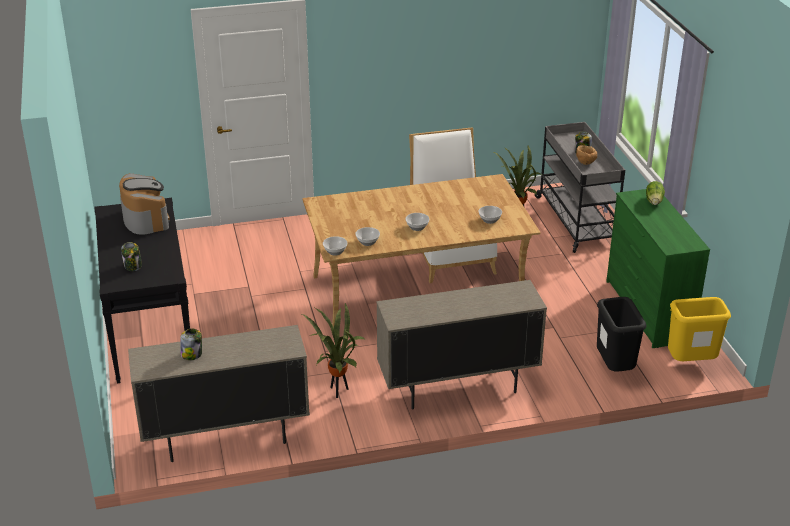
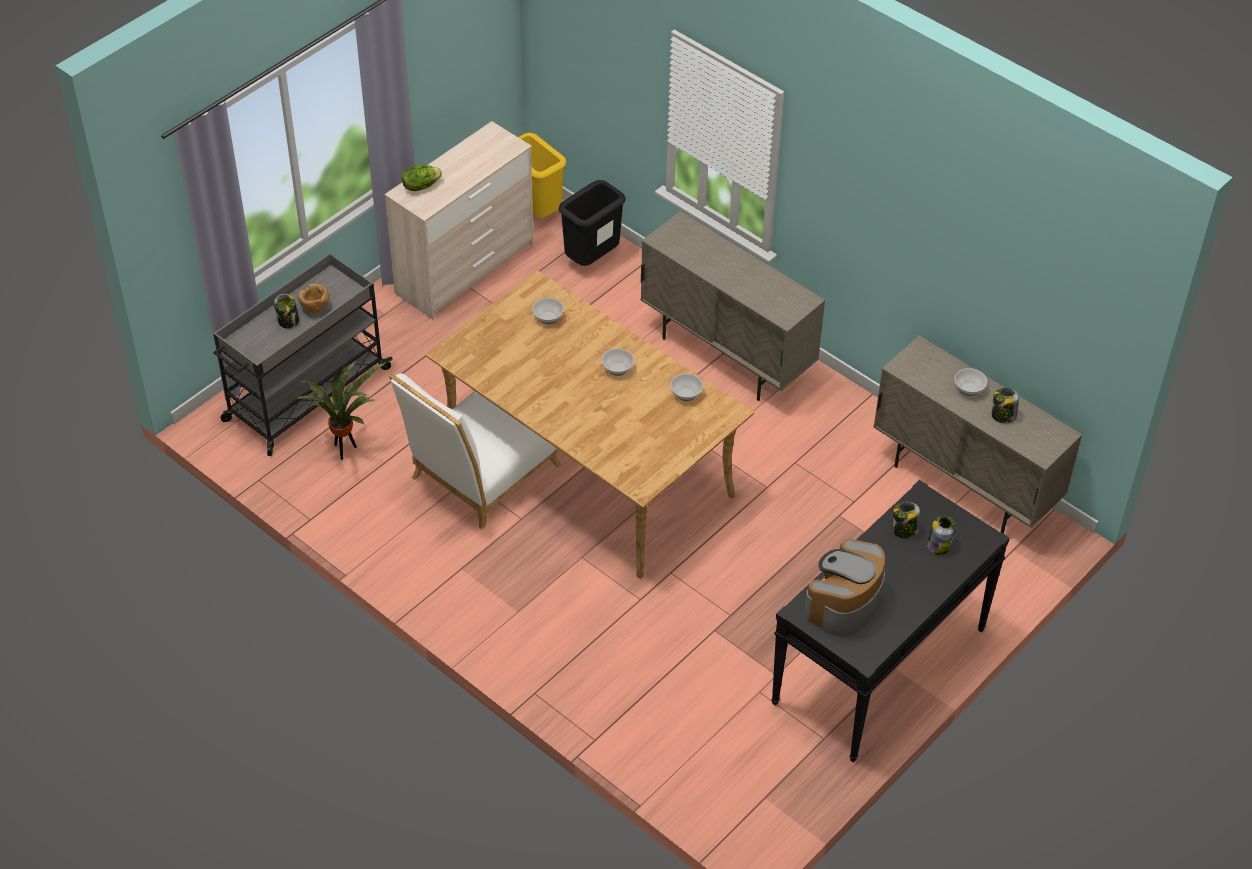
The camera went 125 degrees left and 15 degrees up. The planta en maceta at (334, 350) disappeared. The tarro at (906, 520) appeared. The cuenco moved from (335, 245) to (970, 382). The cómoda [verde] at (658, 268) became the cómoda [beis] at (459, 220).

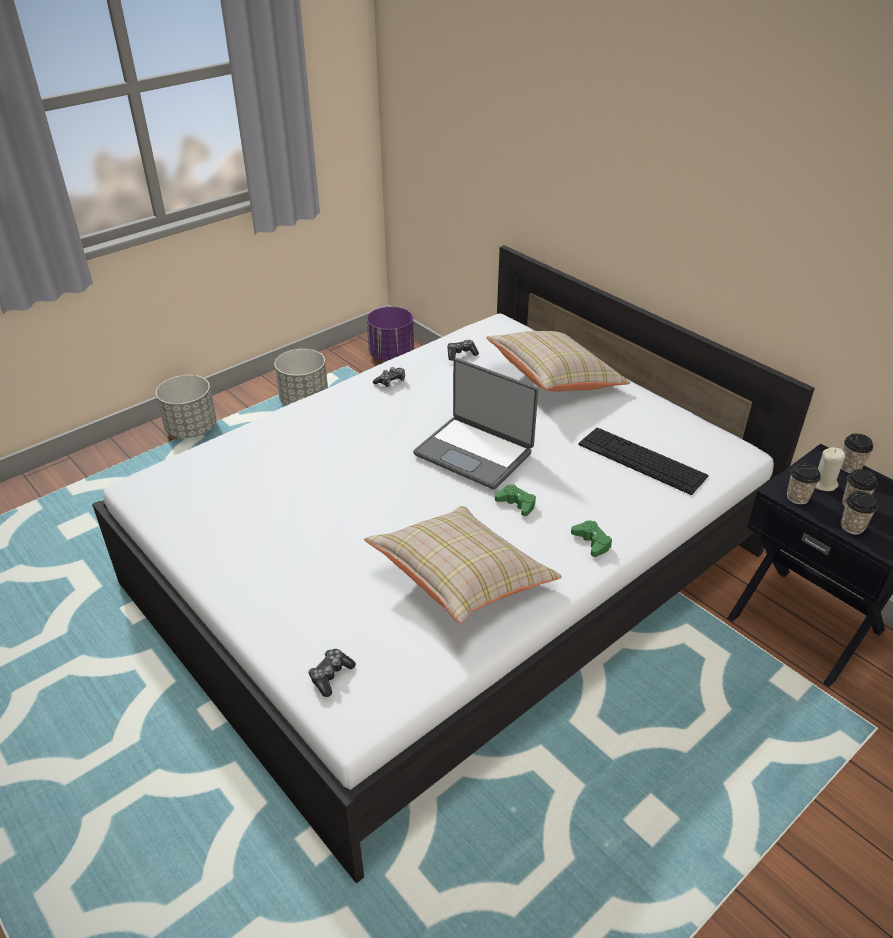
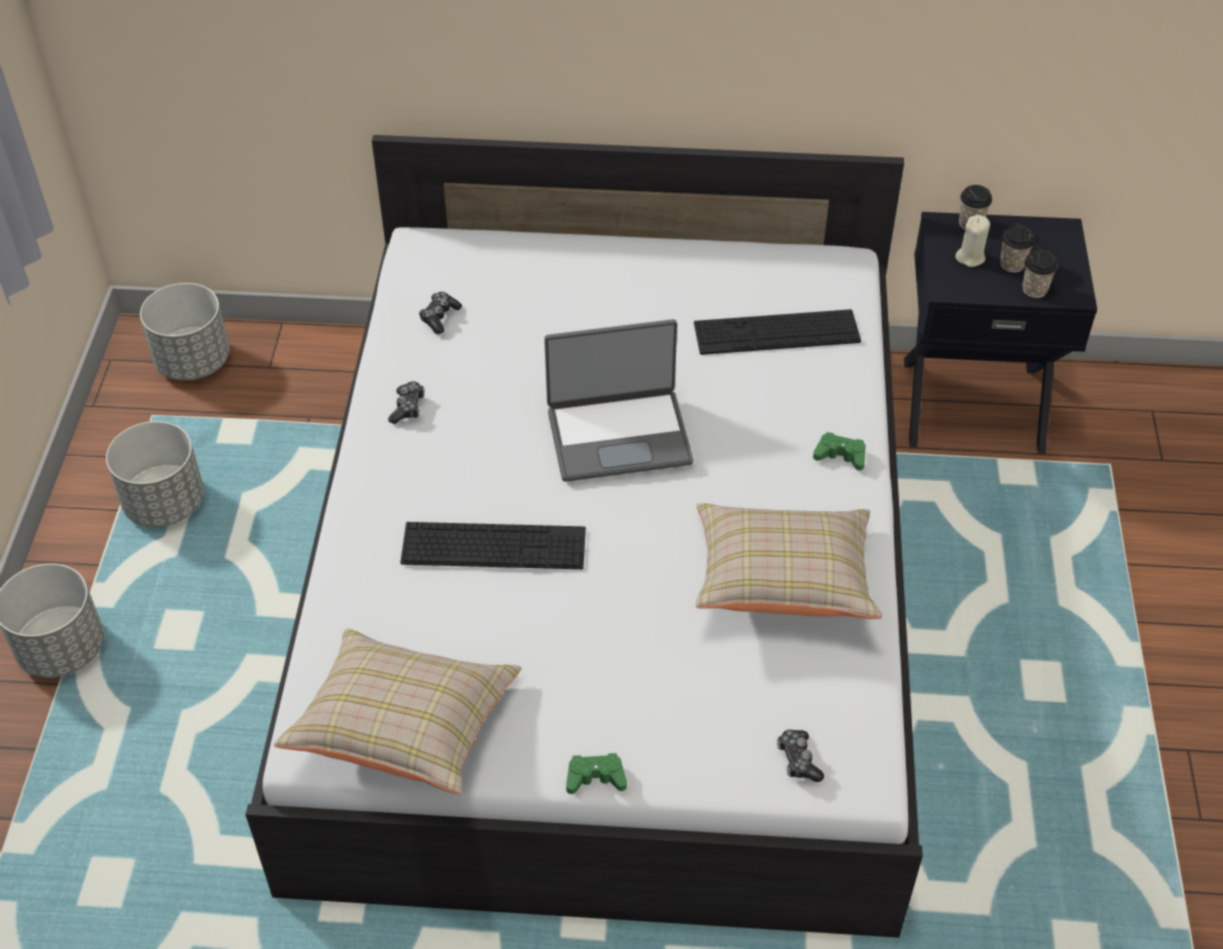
The camera went 45 degrees left and 10 degrees up. The taza at (804, 483) disappeared. The teclado at (493, 545) appeared. The cojín [beis] moved from (558, 361) to (398, 711). The mando de consola [verde] moved from (515, 500) to (596, 773). The maceta [morado] at (390, 334) became the maceta [gris] at (185, 331).

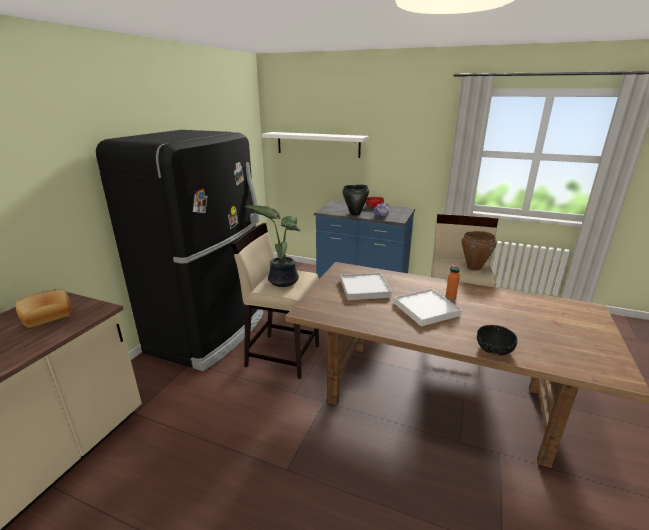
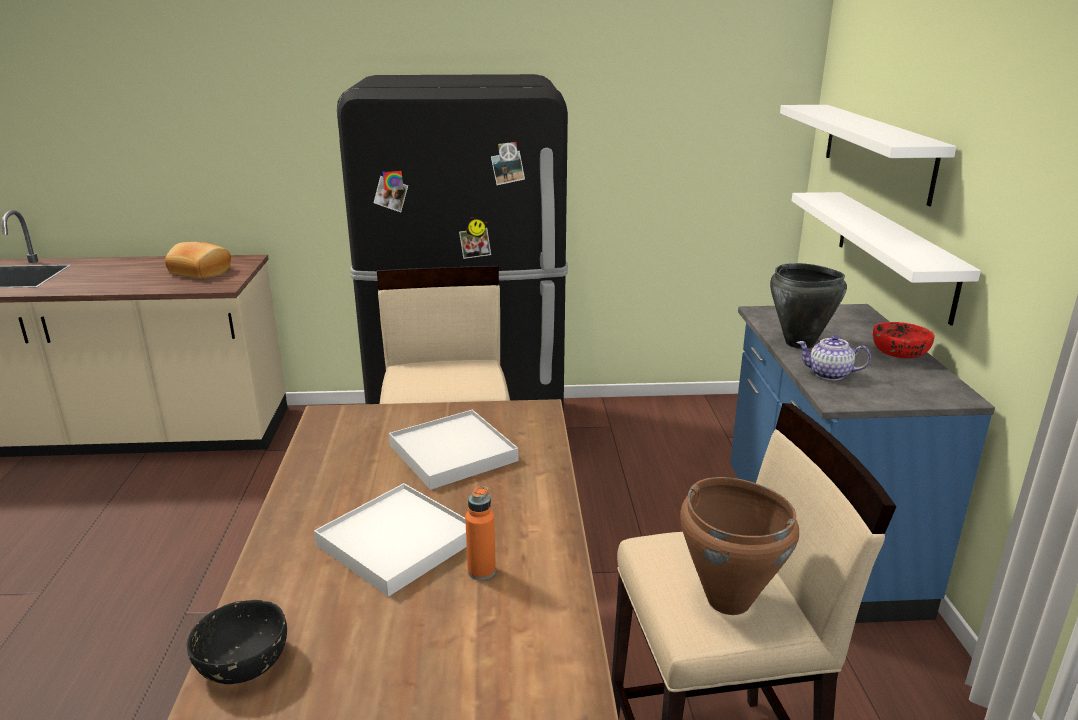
The camera went 65 degrees right and 0 degrees up. The planta en maceta at (273, 246) disappeared. The estante [blanco] at (886, 259) appeared.

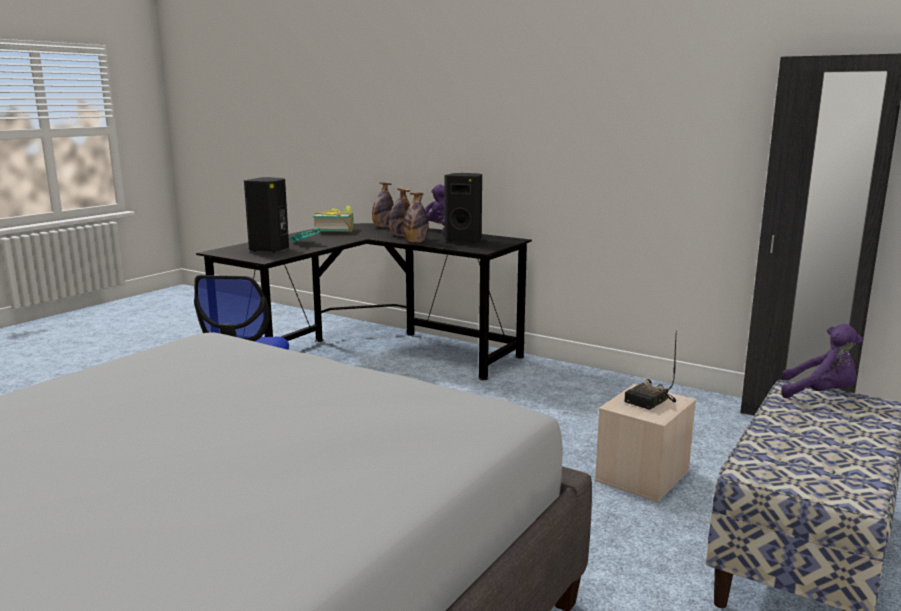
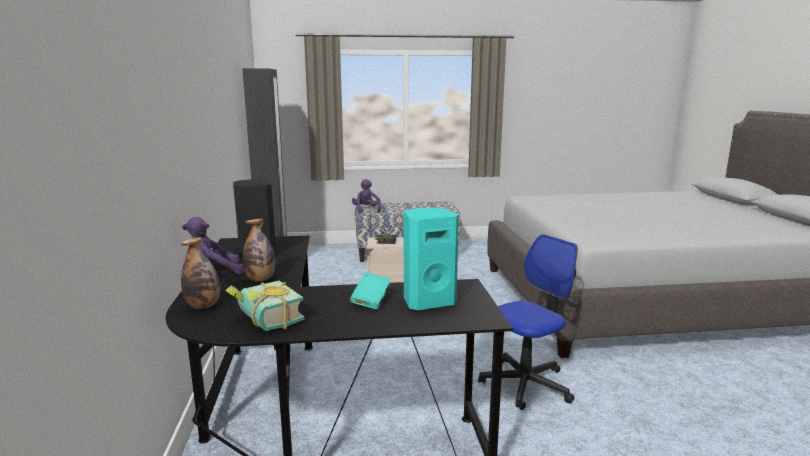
The camera went 130 degrees left and 0 degrees up. The botella at (416, 218) disappeared. The altavoz [negro] at (266, 214) became the altavoz [turquesa] at (431, 258).

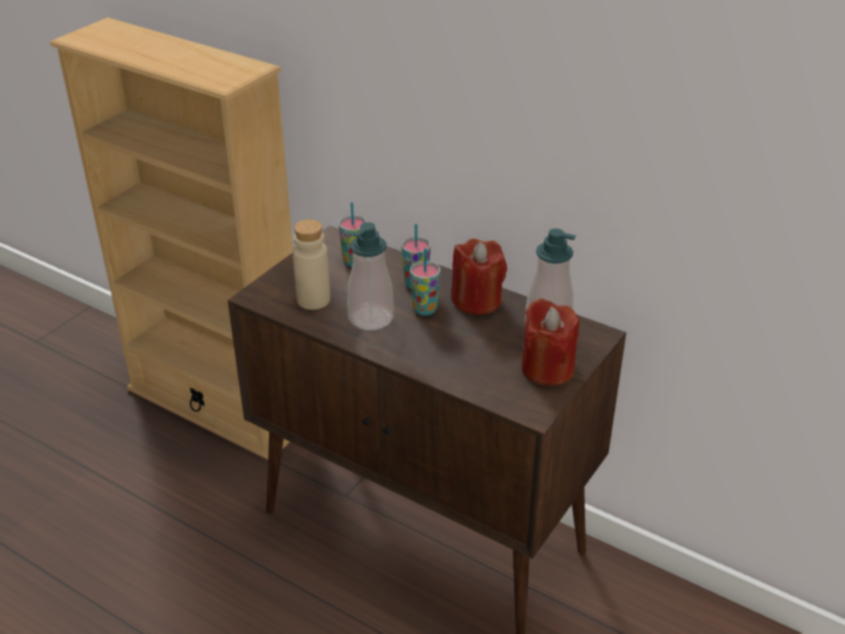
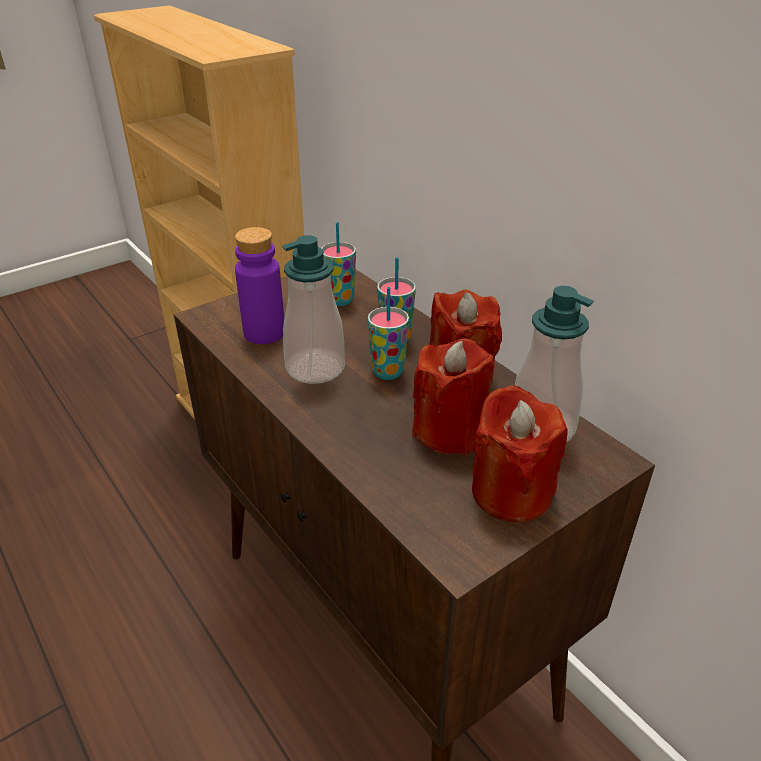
The camera went 20 degrees right and 0 degrees up. The vela [rojo] at (453, 396) appeared. The botella [beis] at (311, 264) became the botella [morado] at (259, 285).

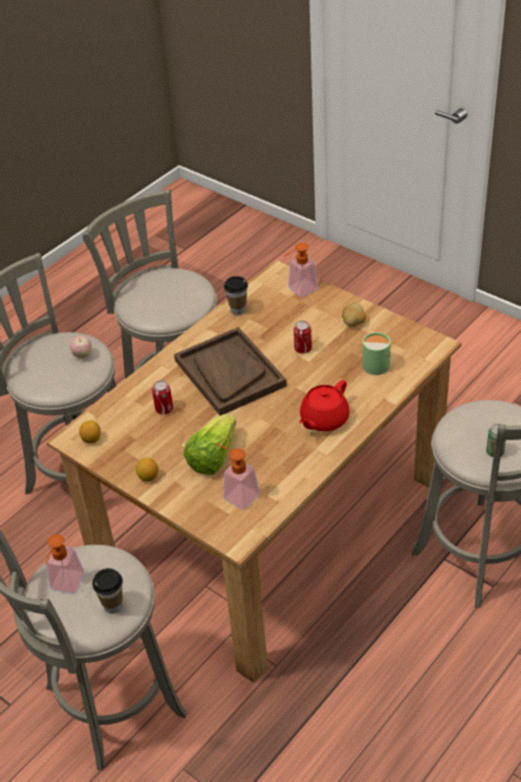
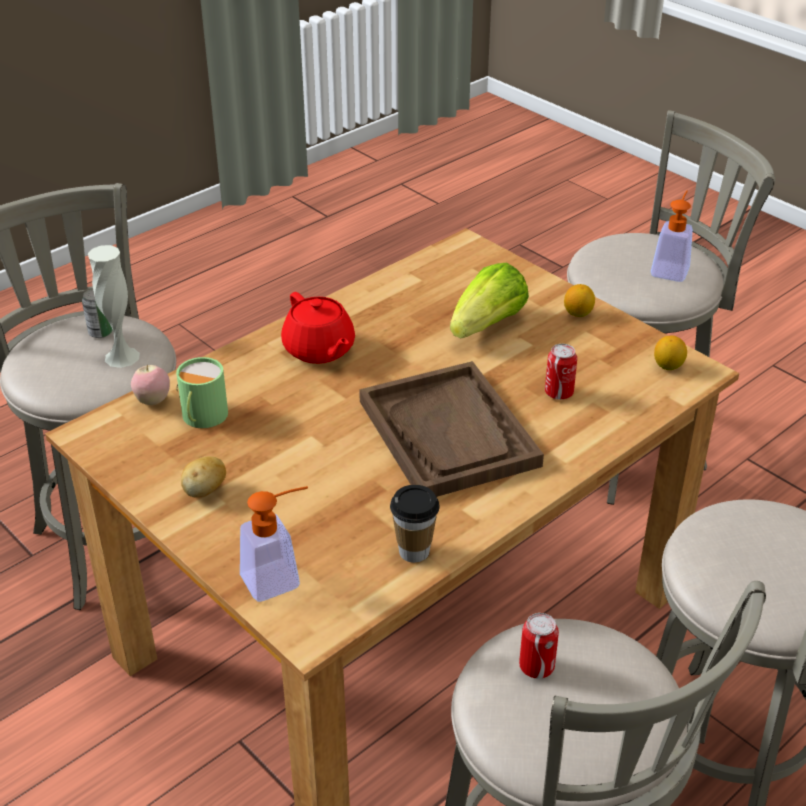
The camera went 175 degrees left and 5 degrees down. The taza at (107, 591) disappeared. The dispensador de jabón at (238, 477) disappeared. The florero [blanco] at (114, 306) appeared. The manzana moved from (81, 347) to (150, 385). The lata moved from (303, 337) to (539, 646). The tetera [rojo] at (324, 405) turned 105 degrees clockwise.

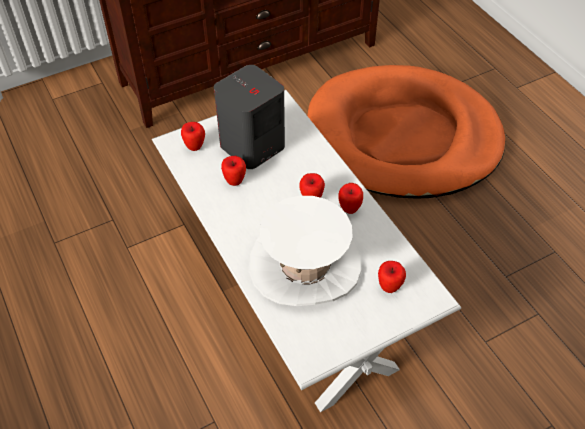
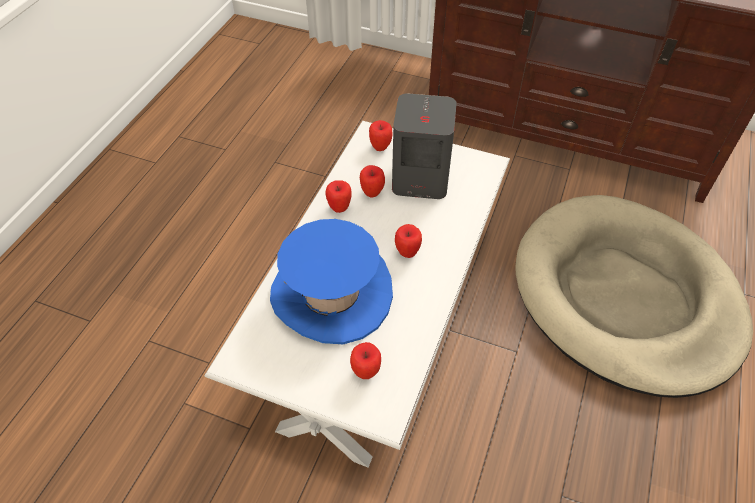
The camera went 50 degrees right and 0 degrees up. The manzana moved from (350, 198) to (339, 196). The sombrero [blanco] at (305, 251) became the sombrero [azul] at (331, 281). The cama para perro [naranja] at (406, 132) became the cama para perro [beis] at (634, 296).

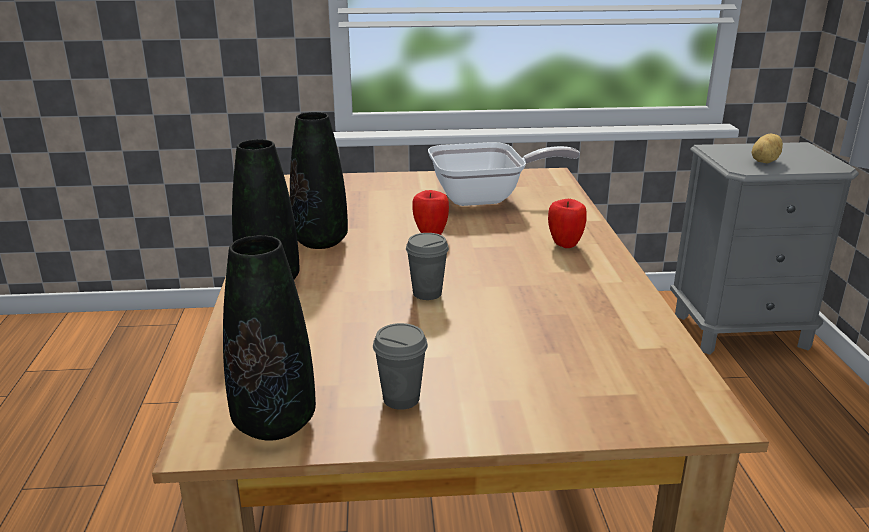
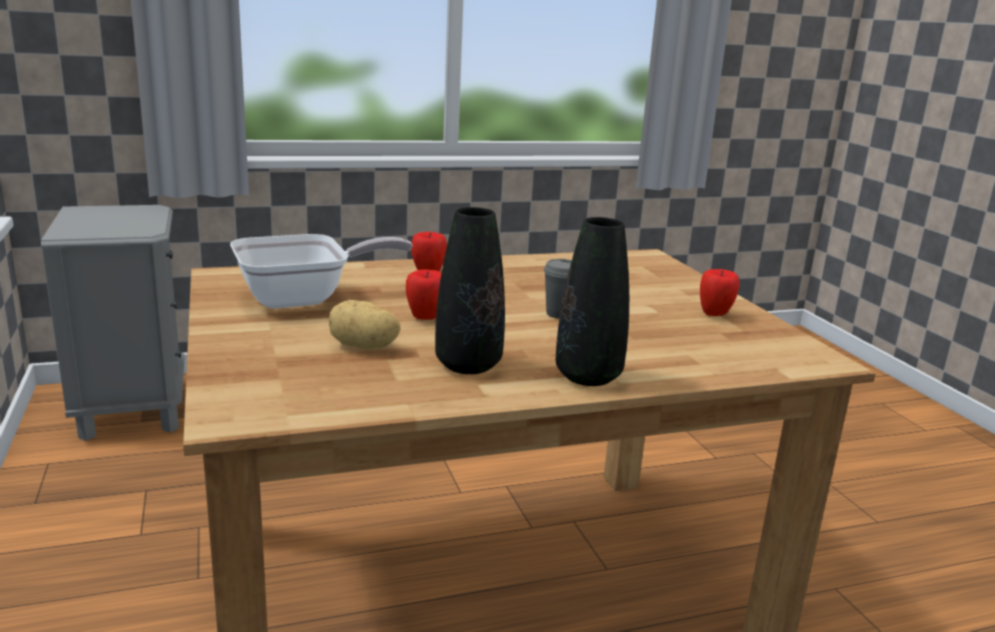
The camera went 105 degrees left and 5 degrees down. The florero [negro] at (269, 338) disappeared. The patata moved from (767, 148) to (364, 325). The taza [gris] at (400, 366) was replaced by the manzana at (719, 292). The sartén at (504, 174) turned 90 degrees clockwise.

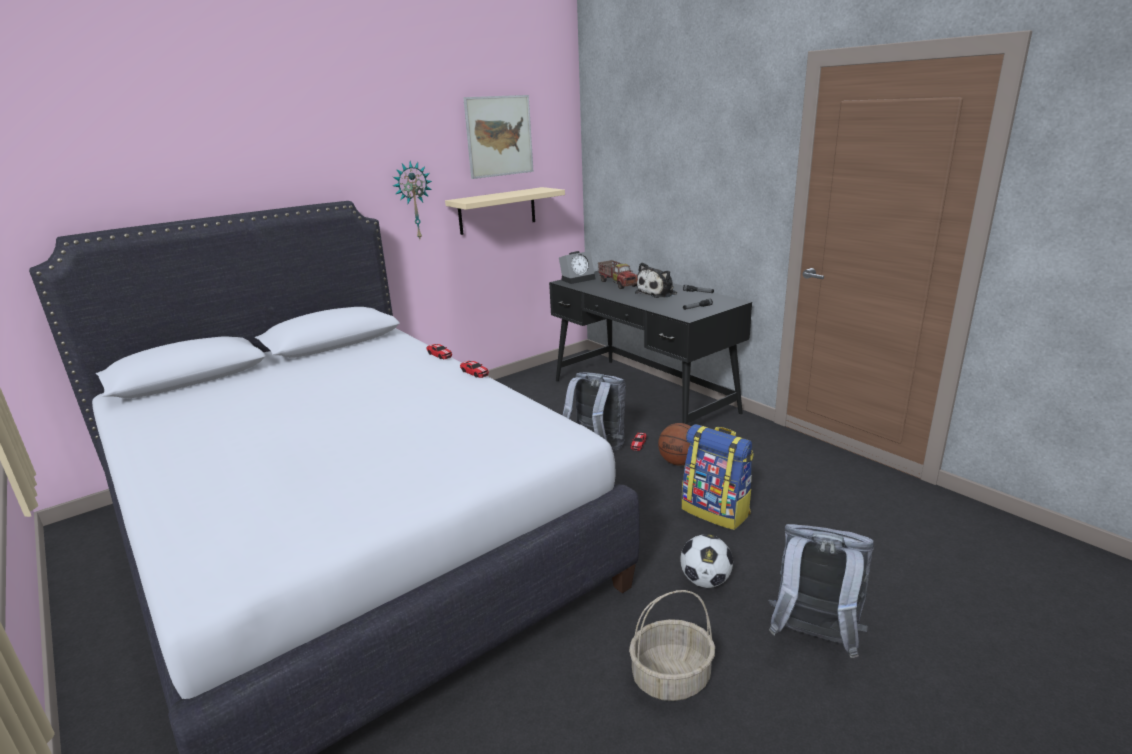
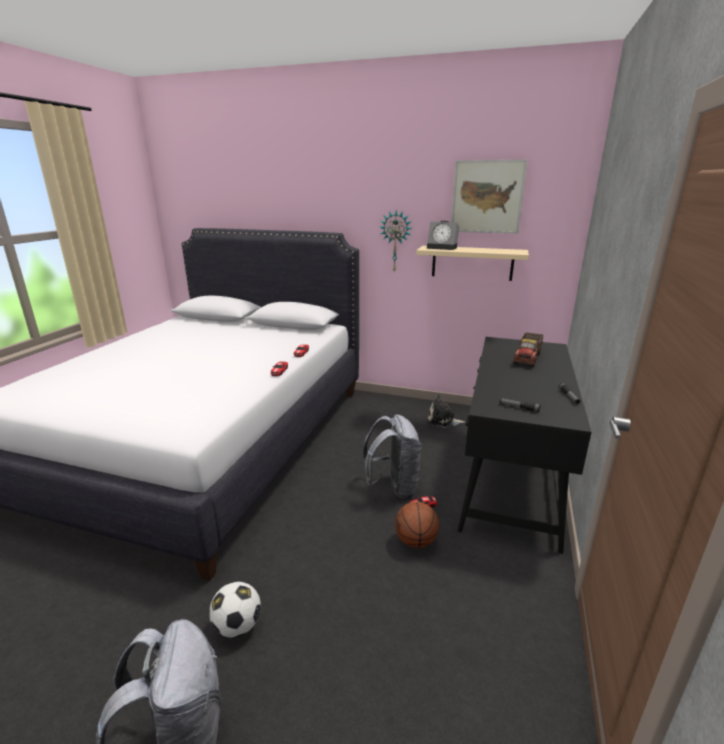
The camera went 55 degrees right and 0 degrees up. The cesta at (672, 645) disappeared. The mochila at (718, 477) disappeared. The despertador moved from (577, 267) to (443, 235). The peluche moved from (656, 280) to (446, 411).

